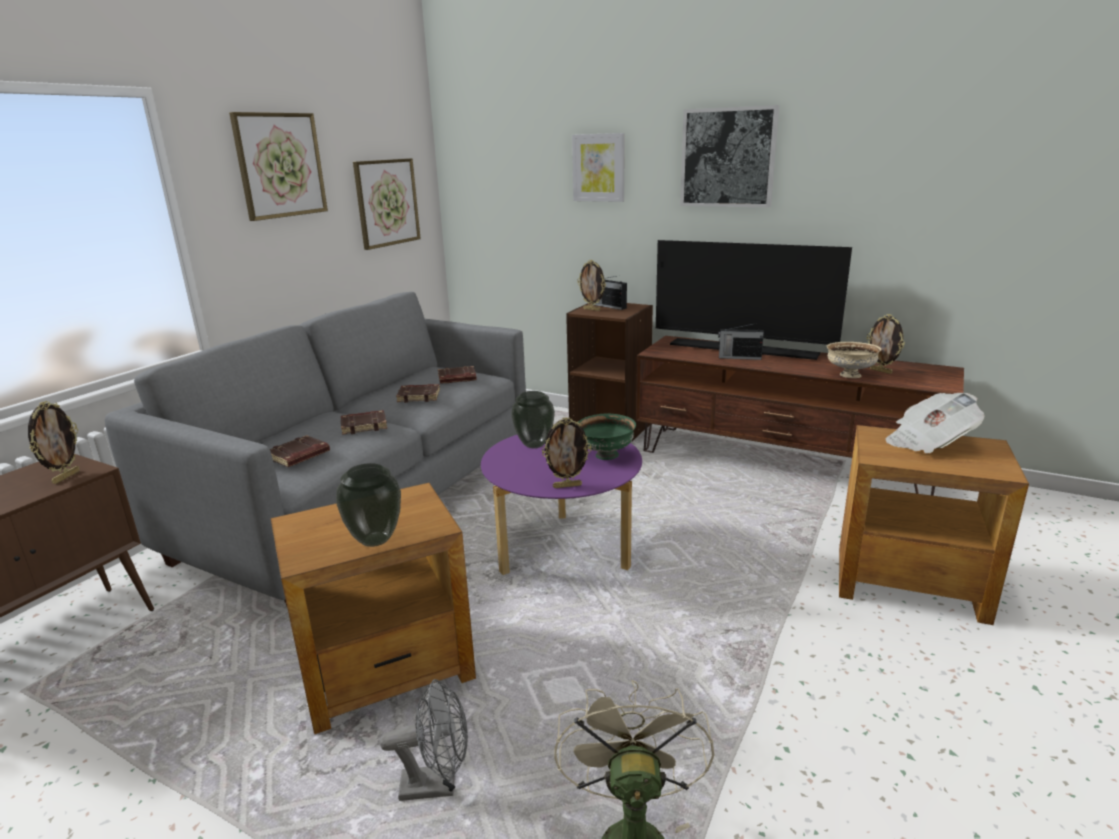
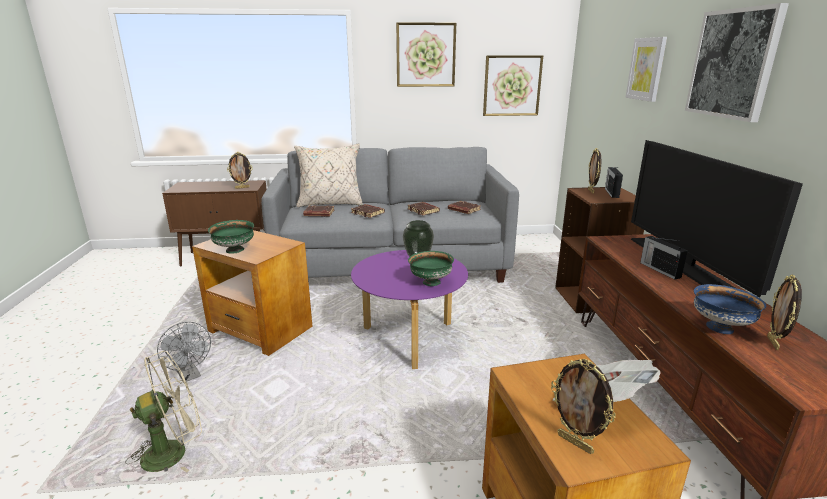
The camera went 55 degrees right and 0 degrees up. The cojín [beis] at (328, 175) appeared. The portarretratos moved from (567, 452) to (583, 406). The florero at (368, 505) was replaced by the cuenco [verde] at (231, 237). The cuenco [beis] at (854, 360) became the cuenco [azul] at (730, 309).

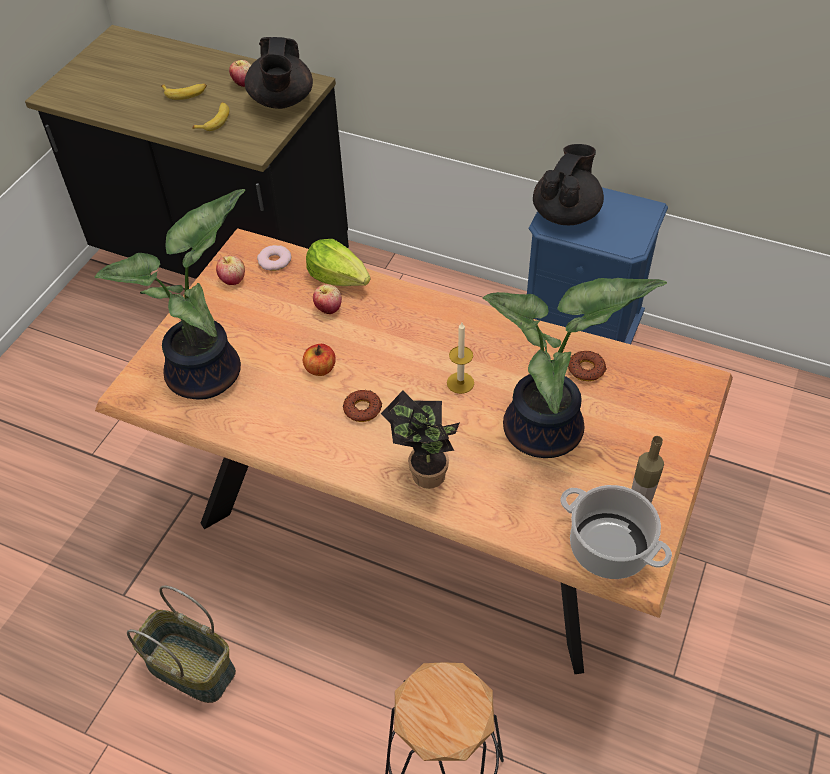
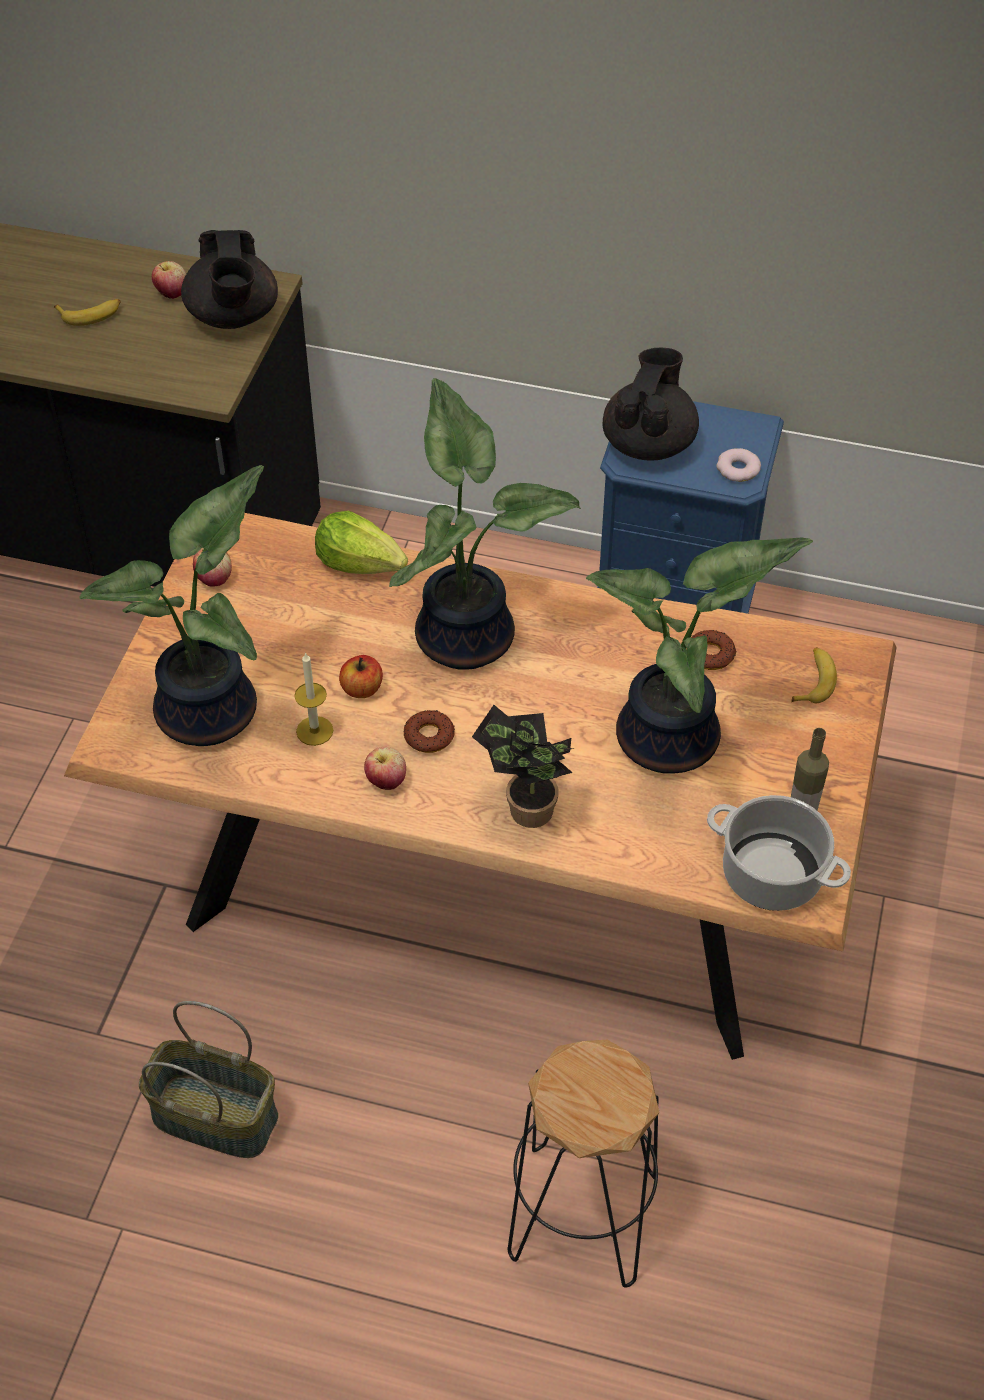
The camera went 10 degrees left and 0 degrees up. The planta en maceta at (485, 524) appeared. The plátano moved from (210, 116) to (814, 675). The rosquilla moved from (274, 258) to (738, 465). The manzana moved from (327, 299) to (385, 768). The vela moved from (460, 358) to (314, 699).

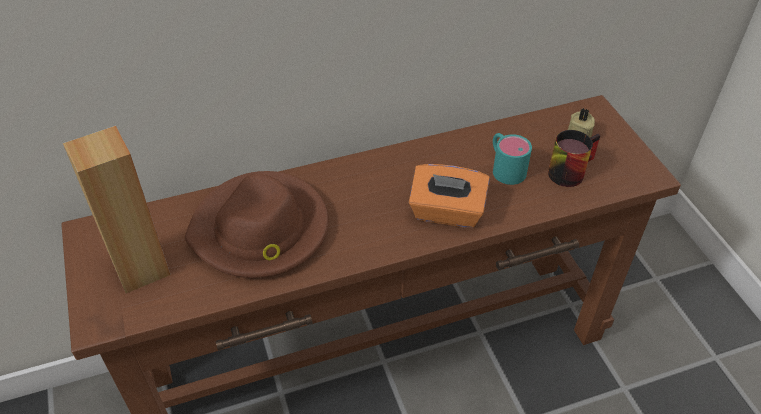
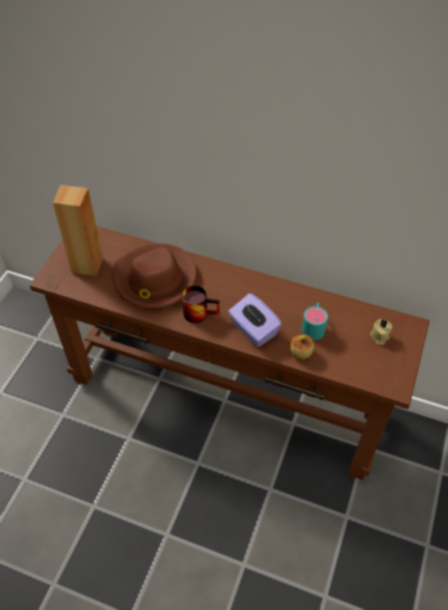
The camera went 40 degrees right and 5 degrees up. The manzana at (302, 346) appeared. The taza grande moved from (574, 158) to (201, 304). The caja de pañuelos [naranja] at (449, 196) became the caja de pañuelos [morado] at (255, 320).

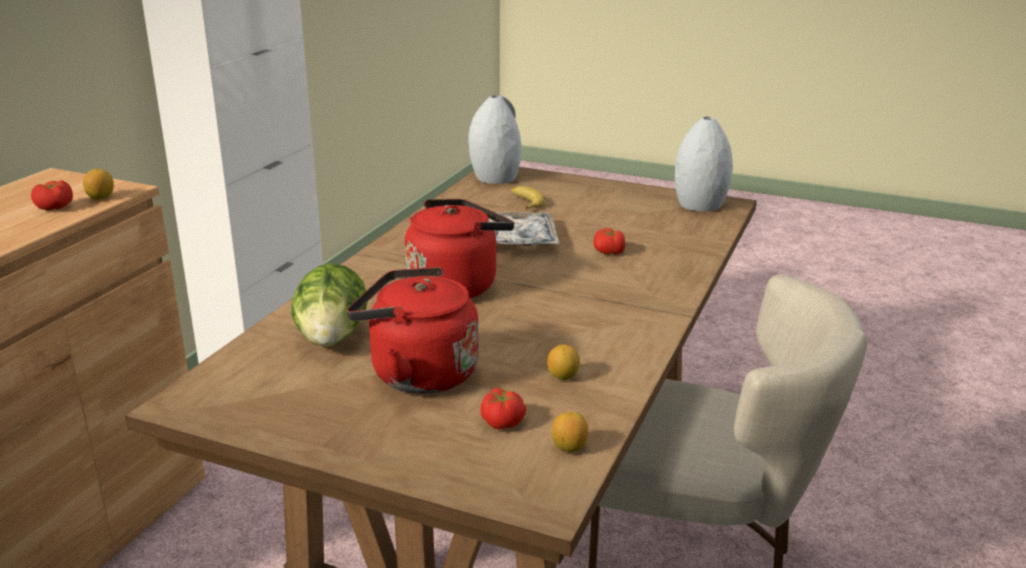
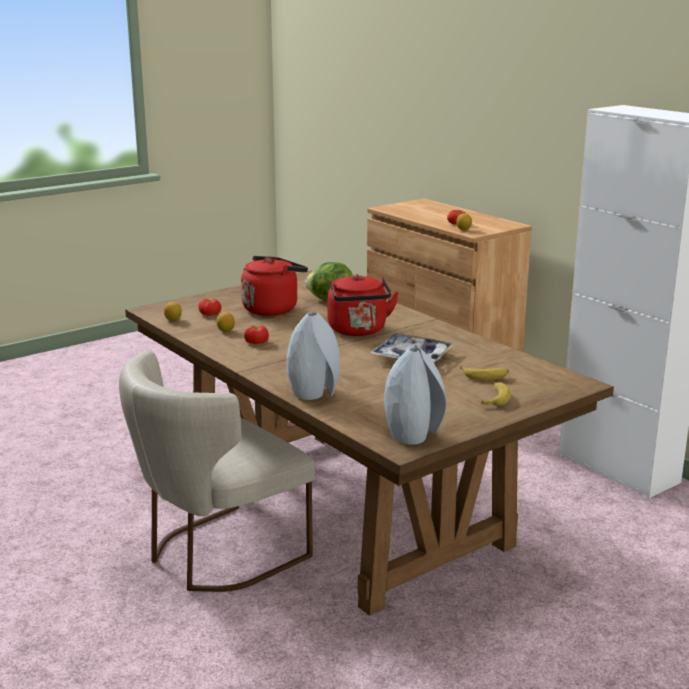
The camera went 120 degrees right and 5 degrees down. The plátano at (496, 394) appeared. The florero [gris] moved from (494, 139) to (313, 356). The tomate moved from (609, 241) to (256, 334).

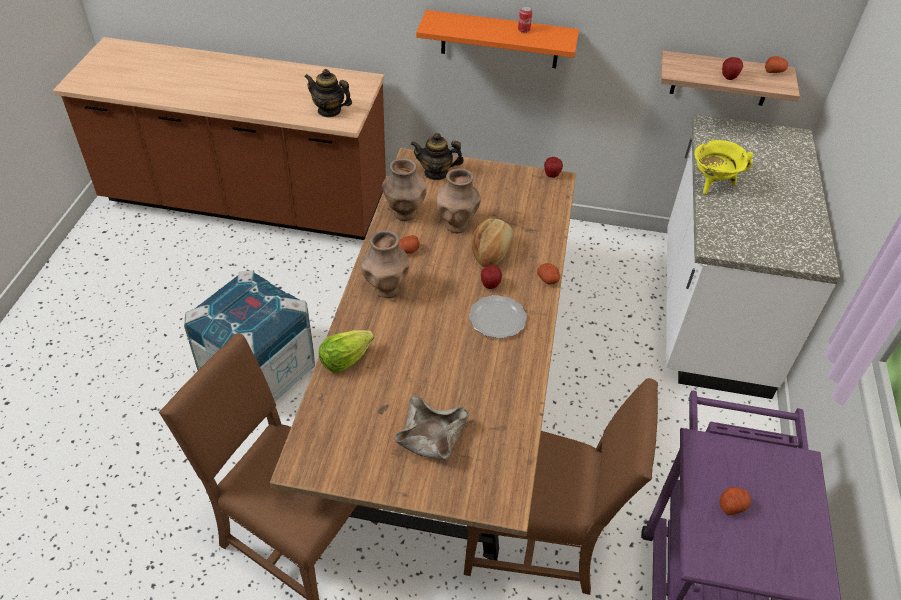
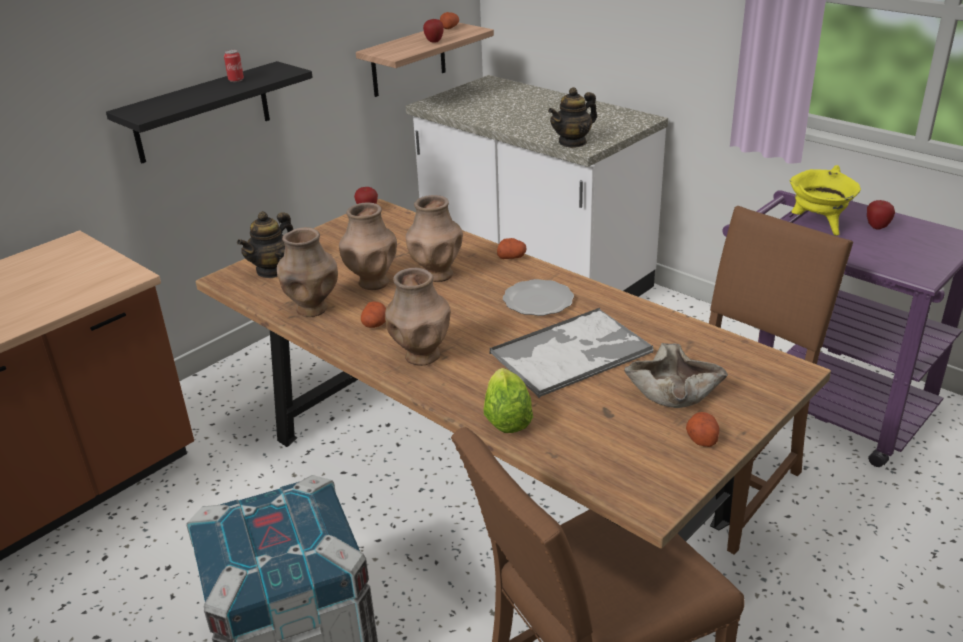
The camera went 55 degrees left and 15 degrees down. The bandeja at (571, 353) appeared. The tetera moved from (328, 93) to (572, 117). The manzana moved from (491, 277) to (881, 215). The olla [amarillo] moved from (723, 167) to (825, 200). The patata moved from (735, 501) to (702, 429). The pan at (492, 243) was replaced by the florero [marrón] at (434, 238). The estante [naranja] at (497, 39) became the estante [negro] at (209, 112).

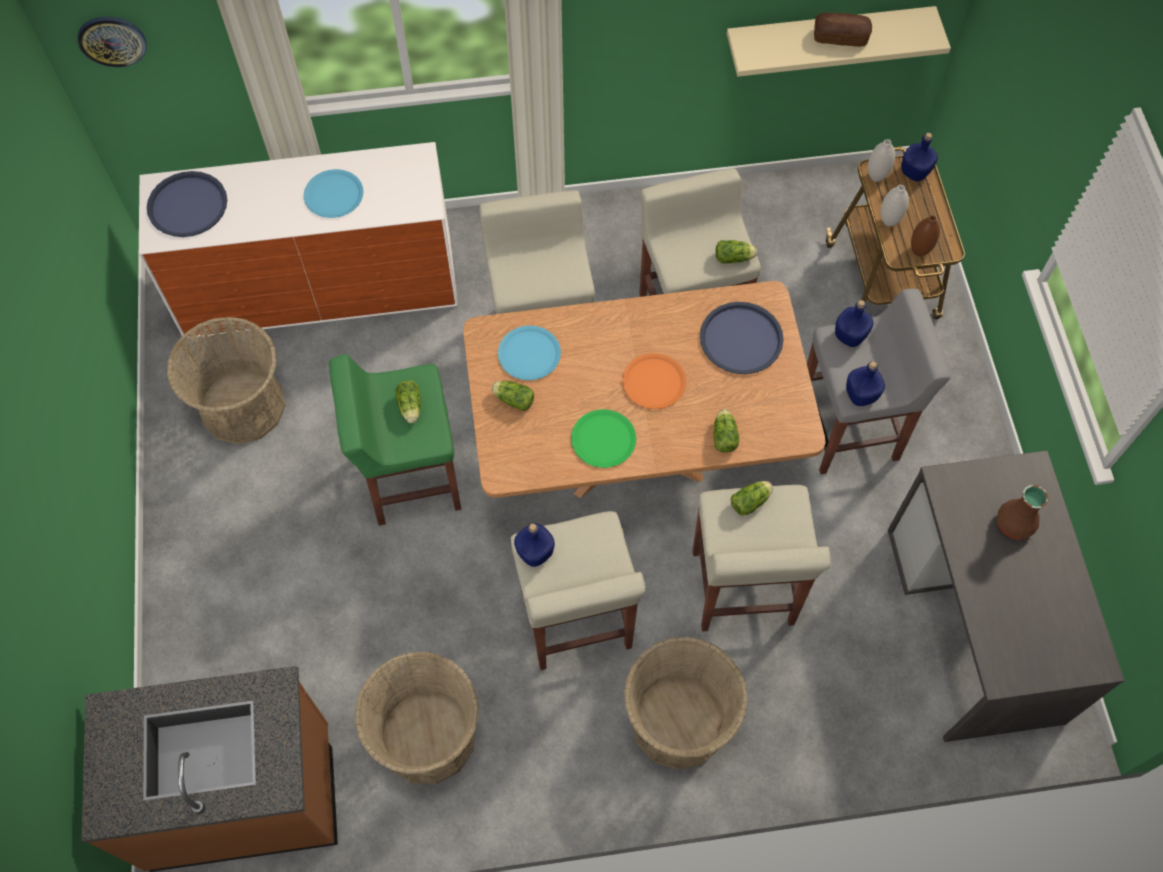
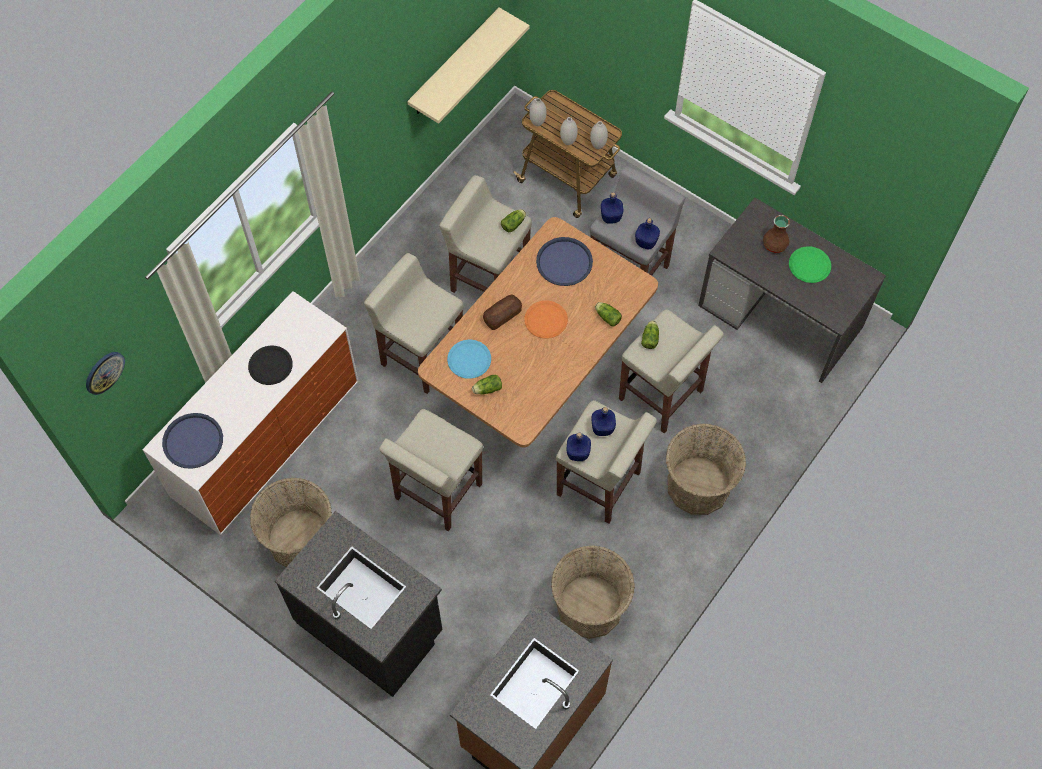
The camera went 45 degrees left and 0 degrees up. The lechuga at (408, 402) disappeared. The mueble bajo de cocina [negro] at (358, 604) appeared. The plato [verde] moved from (603, 438) to (810, 264). The pan moved from (843, 30) to (502, 312). The botella [azul] moved from (919, 157) to (603, 421). The plato [azul] at (333, 193) became the plato [negro] at (270, 365). The taburete [verde] at (395, 440) became the taburete [beis] at (431, 470). The florero [marrón] at (925, 235) became the florero [blanco] at (599, 135).

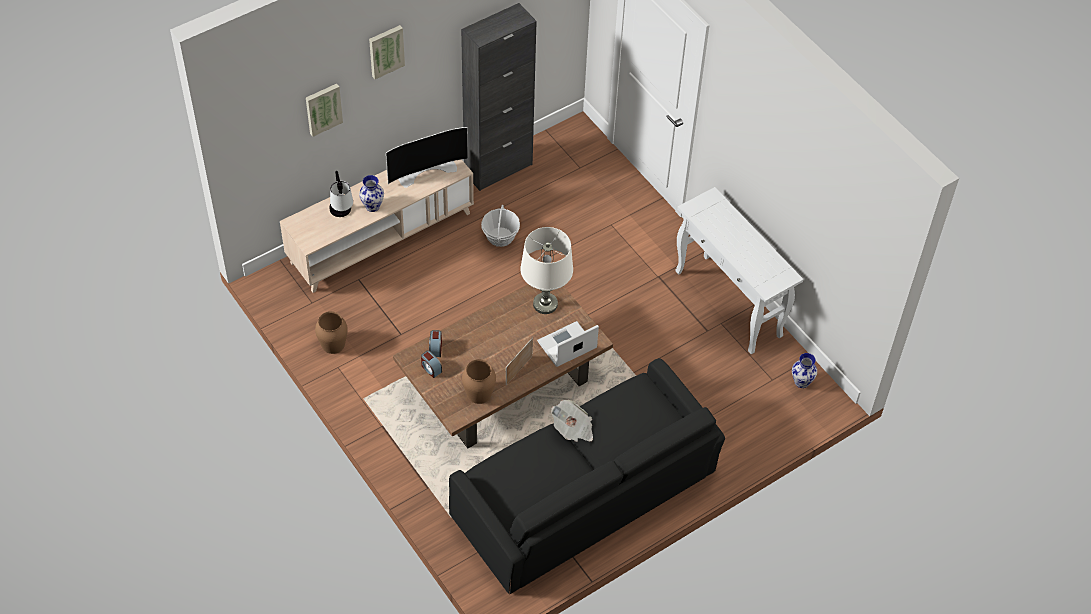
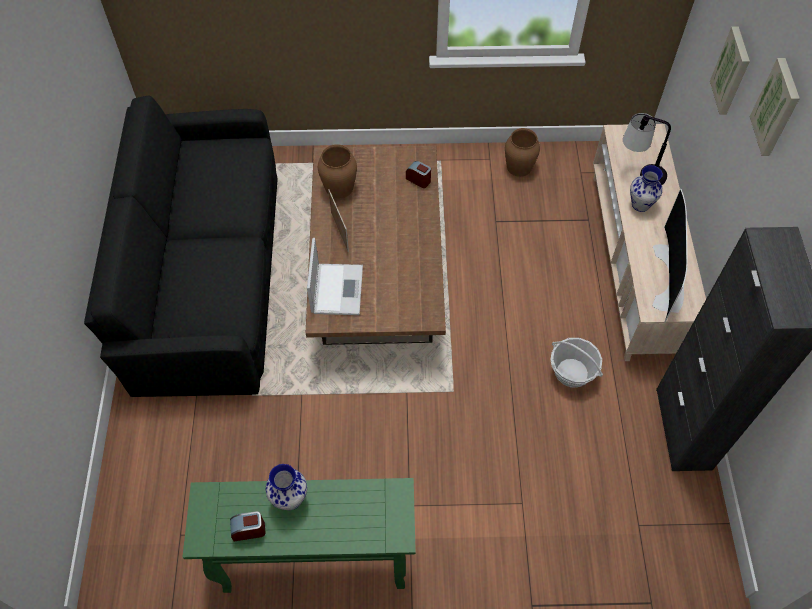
The camera went 125 degrees right and 5 degrees up. The lámpara de mesa [blanco] at (547, 270) disappeared. The periódico at (572, 421) disappeared. The despertador moved from (431, 364) to (247, 526). The florero moved from (804, 370) to (286, 487). The mesa consola [blanco] at (739, 270) became the mesa consola [verde] at (299, 535).

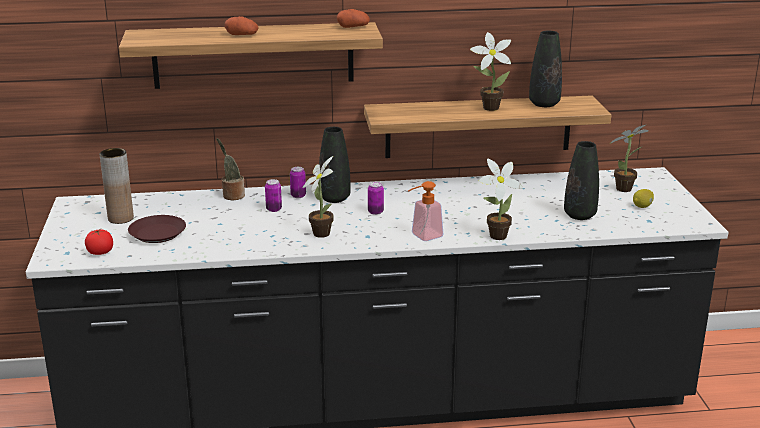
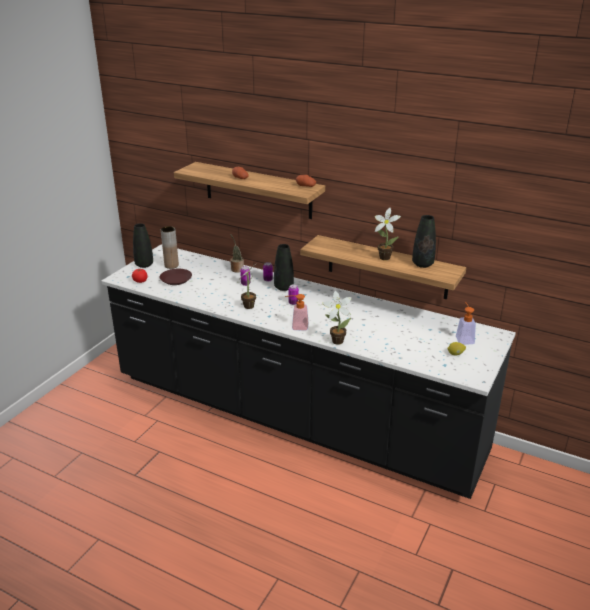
The camera went 35 degrees right and 5 degrees up. The florero [negro] moved from (581, 180) to (143, 245). The planta en maceta at (629, 158) was replaced by the dispensador de jabón at (466, 323).

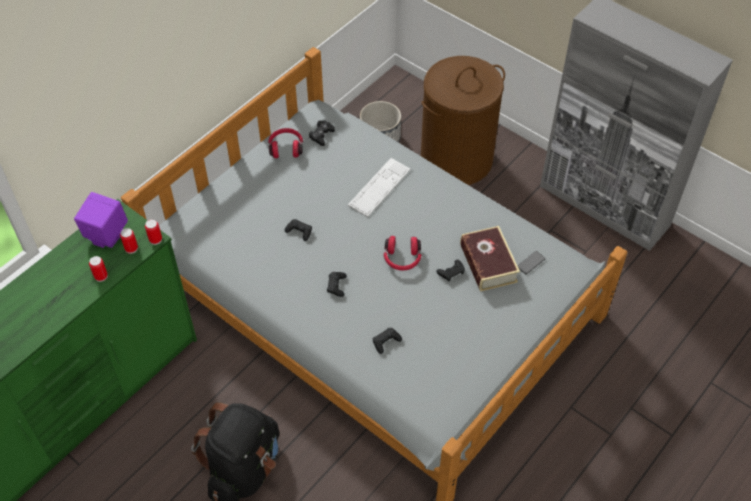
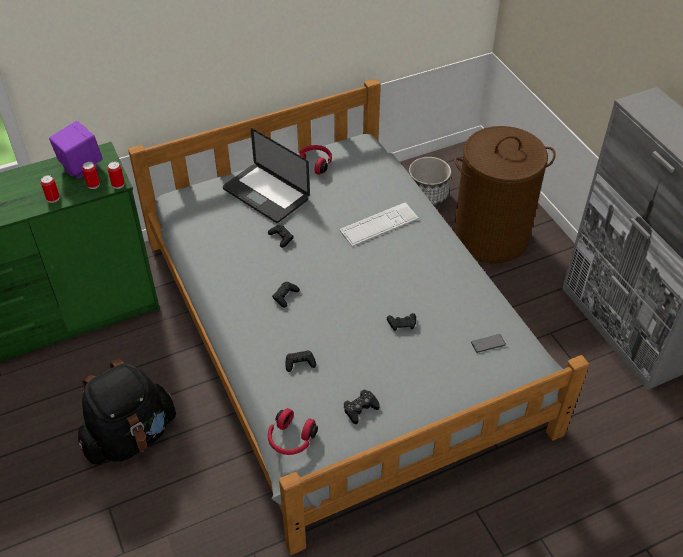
The camera went 25 degrees right and 5 degrees down. The libro at (490, 259) disappeared. The portátil at (266, 175) appeared. The mando de consola [negro] moved from (322, 133) to (362, 406). The auriculares [rojo] moved from (402, 253) to (293, 431).

